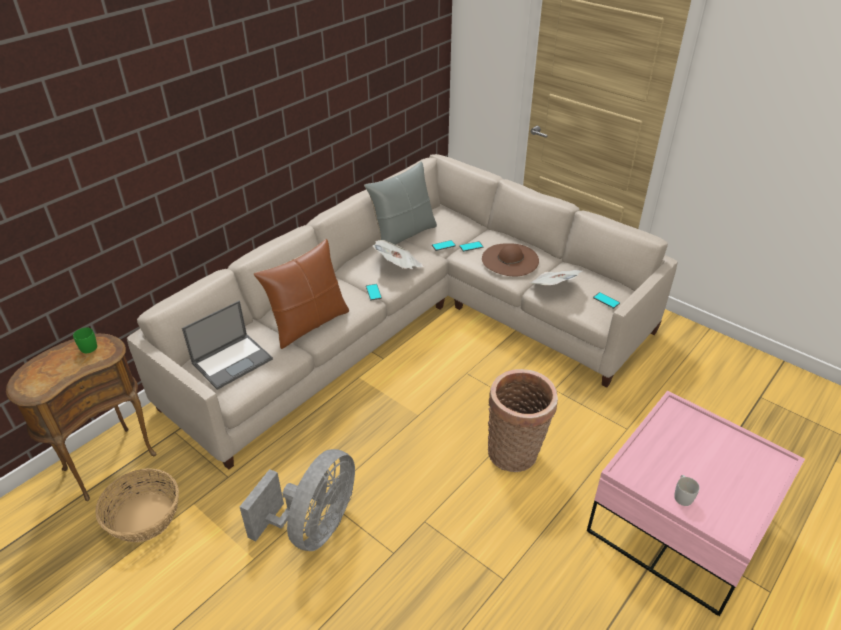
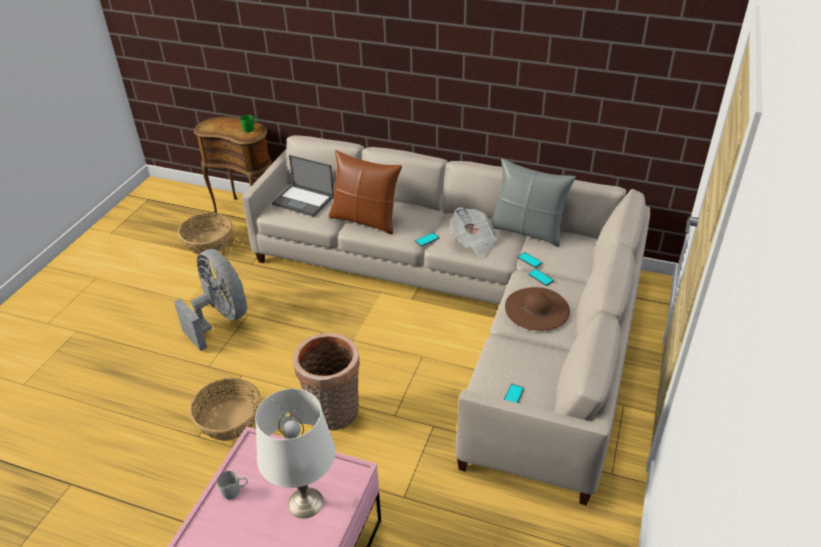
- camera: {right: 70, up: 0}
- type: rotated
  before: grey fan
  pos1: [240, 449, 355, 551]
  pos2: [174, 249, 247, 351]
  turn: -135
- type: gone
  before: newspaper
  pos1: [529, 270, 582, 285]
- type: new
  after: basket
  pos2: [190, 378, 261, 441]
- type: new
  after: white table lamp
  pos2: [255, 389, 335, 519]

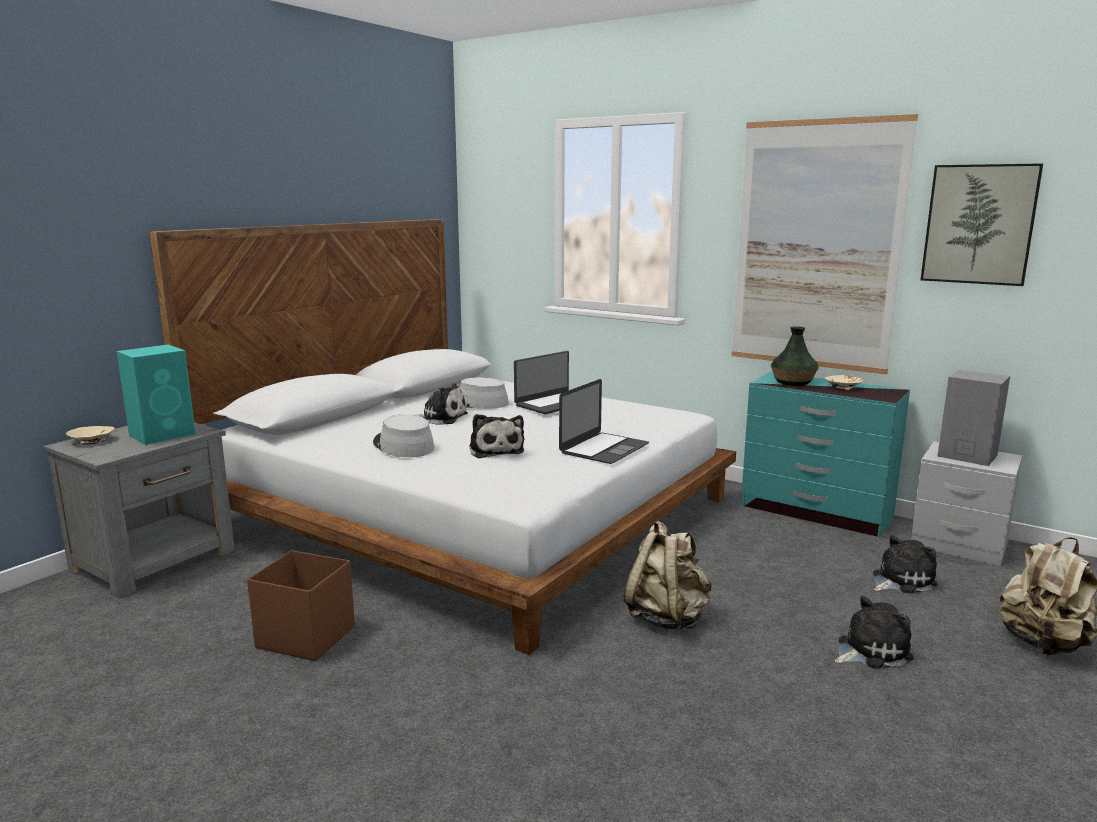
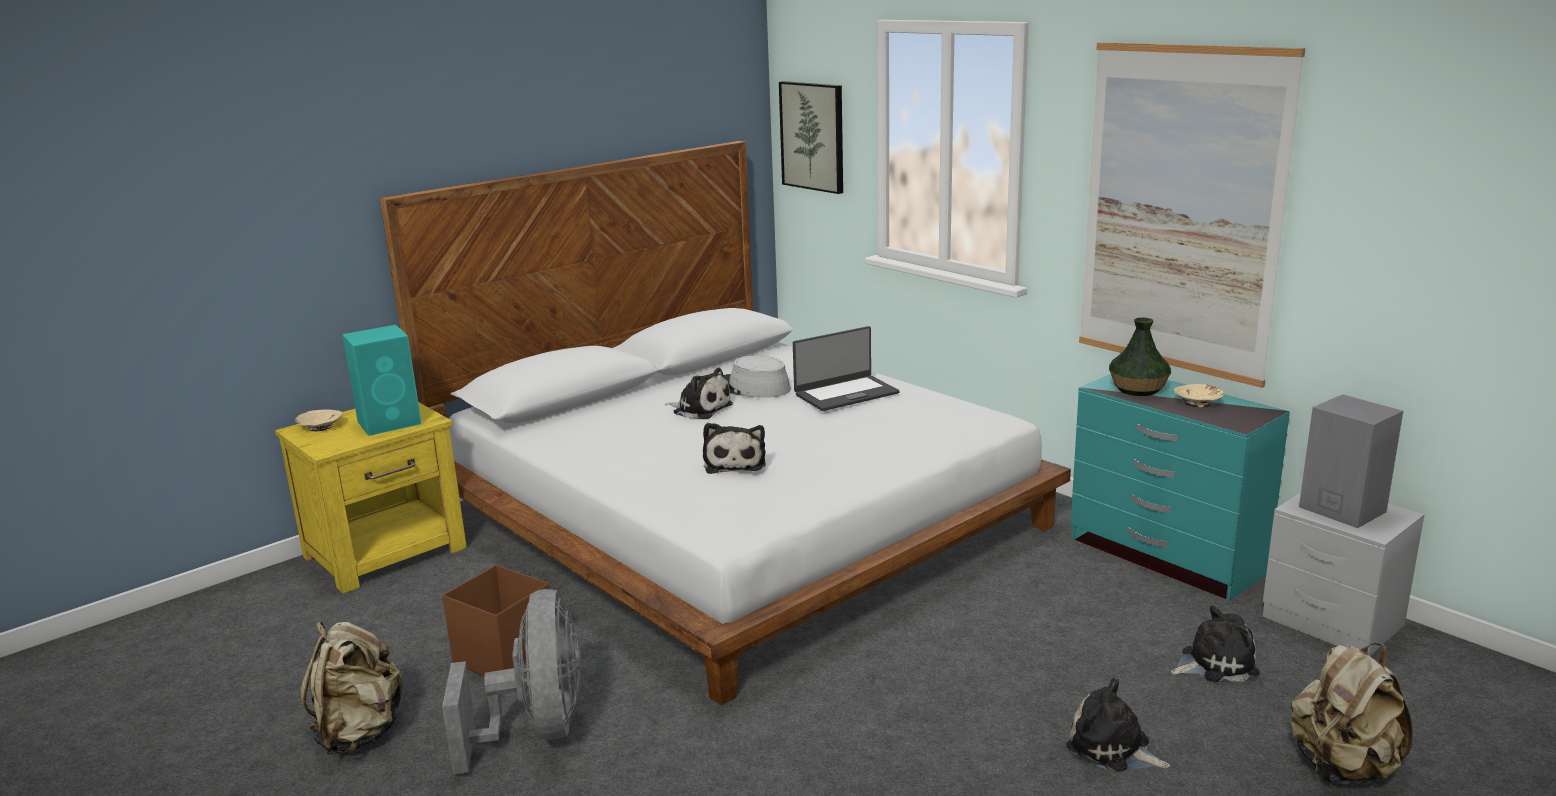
- camera: {right: 15, up: 5}
- type: repainted
  before: grey nightstand
  after: yellow nightstand
  pos1: [43, 422, 235, 598]
  pos2: [275, 402, 467, 594]
- type: gone
  before: grey hat
  pos1: [373, 415, 435, 457]
- type: gone
  before: laptop
  pos1: [559, 379, 649, 464]
- type: shifted
  before: beige backpack
  pos1: [623, 521, 712, 630]
  pos2: [300, 622, 407, 755]
- type: rotated
  before: plush toy
  pos1: [835, 596, 914, 668]
  pos2: [1066, 677, 1170, 772]
  turn: -135
- type: shifted
  before: picture
  pos1: [921, 163, 1043, 286]
  pos2: [779, 81, 843, 194]
- type: new
  after: grey fan
  pos2: [442, 589, 582, 774]

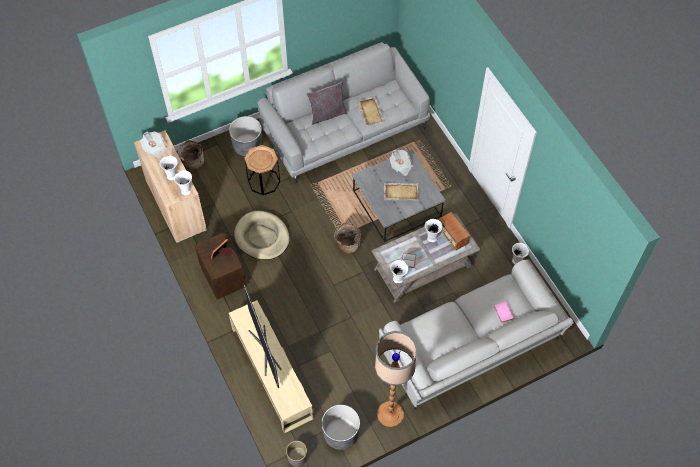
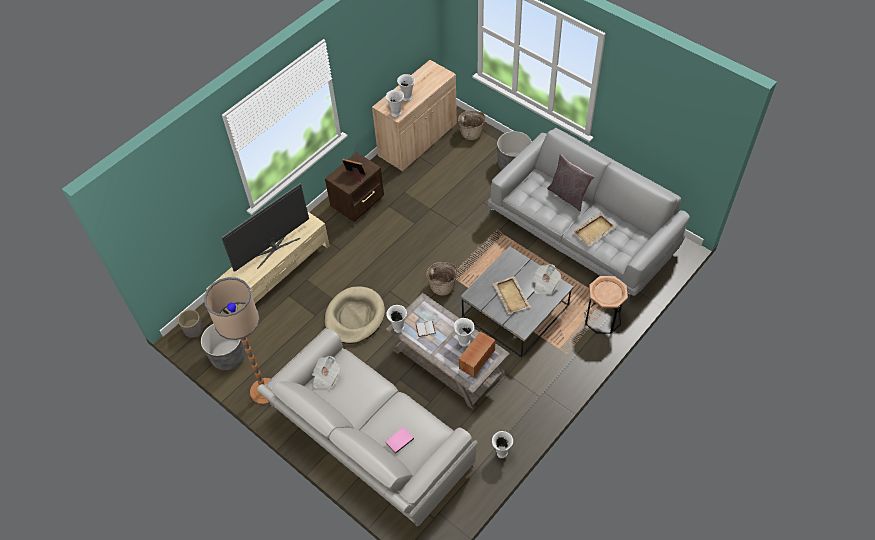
- camera: {right: 70, up: -5}
- type: shifted
  before: newspaper
  pos1: [140, 132, 167, 159]
  pos2: [312, 356, 340, 389]
- type: shifted
  before: beige dog bed
  pos1: [234, 211, 290, 260]
  pos2: [325, 286, 385, 344]
- type: shifted
  before: brown side table
  pos1: [245, 145, 280, 195]
  pos2: [584, 276, 628, 334]

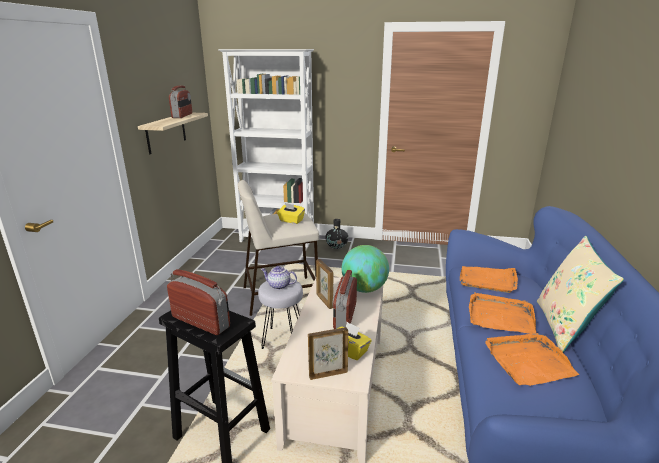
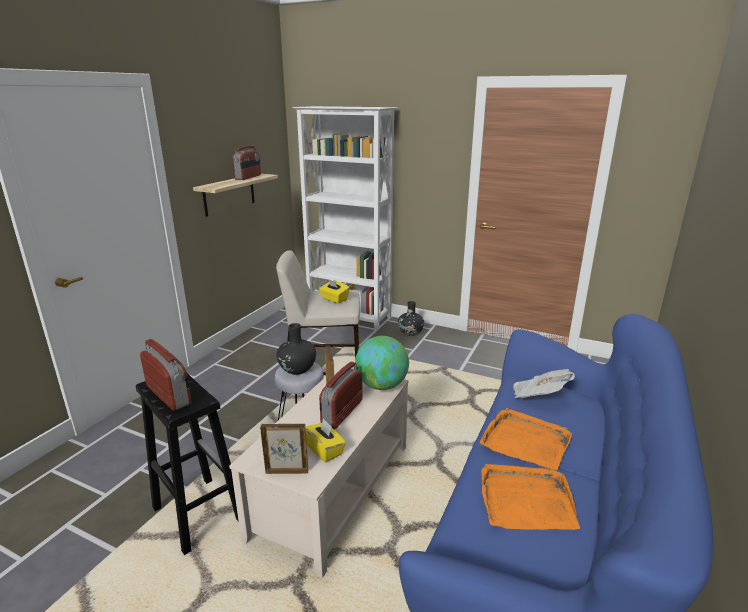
- camera: {right: 15, up: 0}
- type: swapped
  before: teapot
  after: black vase
  pos1: [261, 266, 297, 290]
  pos2: [277, 323, 316, 375]
- type: swapped
  before: orange tray
  after: newspaper
  pos1: [460, 266, 518, 293]
  pos2: [513, 369, 575, 398]
- type: gone
  before: beige pillow
  pos1: [537, 236, 624, 353]

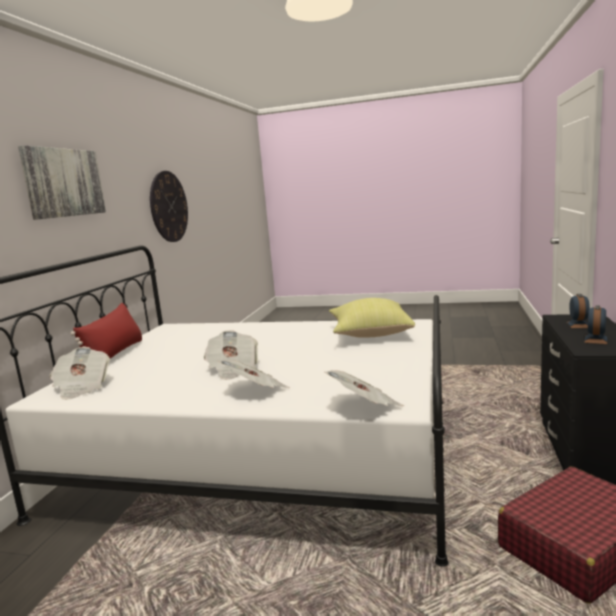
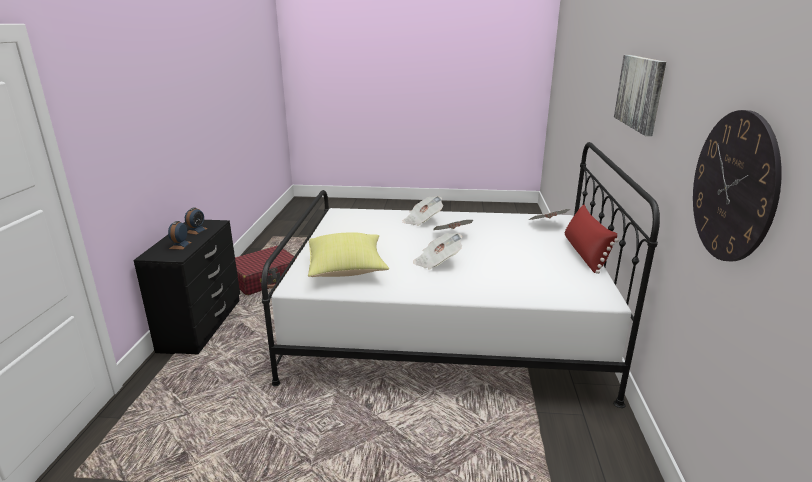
- camera: {right: 170, up: 10}
- type: shifted
  before: newspaper
  pos1: [325, 370, 404, 406]
  pos2: [413, 233, 463, 270]

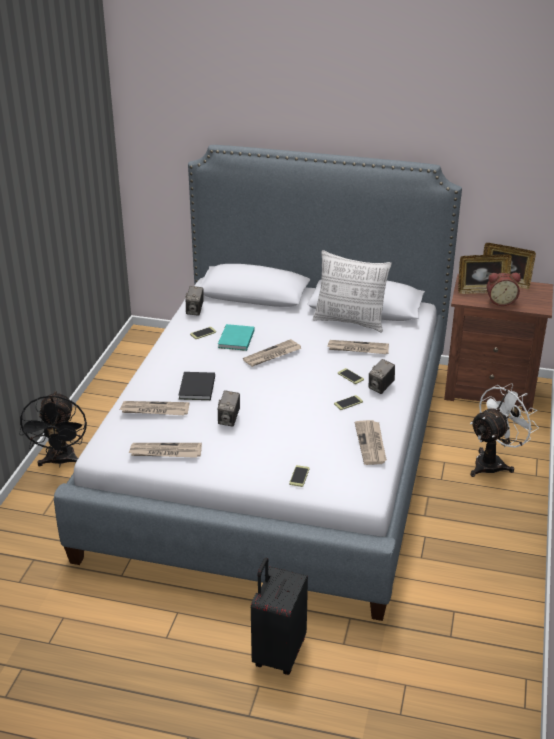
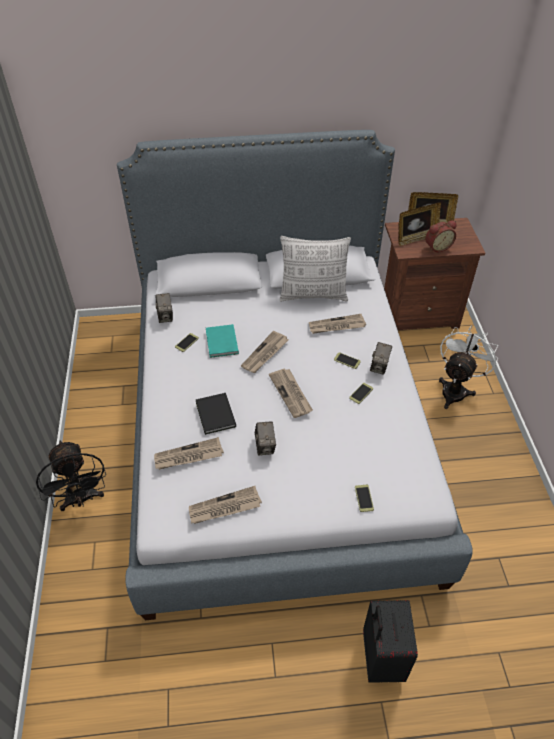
- camera: {right: -20, up: 15}
- type: shifted
  before: newspaper
  pos1: [355, 420, 387, 465]
  pos2: [269, 369, 313, 418]

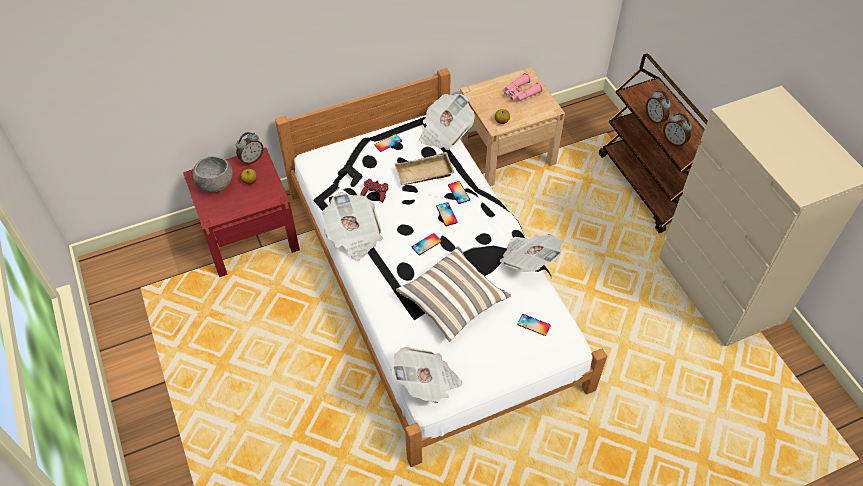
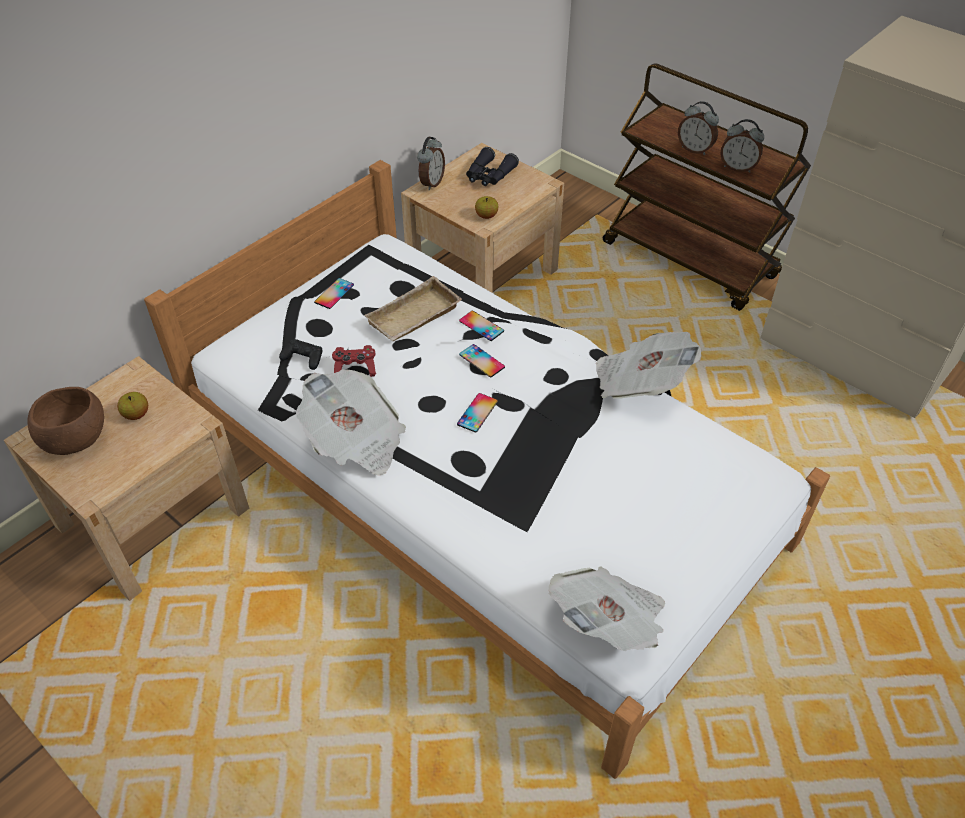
- camera: {right: -25, up: -5}
- type: repainted
  before: red nightstand
  after: beige nightstand
  pos1: [183, 147, 300, 277]
  pos2: [4, 356, 249, 601]
- type: repainted
  before: grey bowl
  after: brown bowl
  pos1: [193, 156, 232, 193]
  pos2: [27, 387, 104, 455]
- type: shifted
  before: alarm clock
  pos1: [236, 132, 264, 165]
  pos2: [417, 137, 445, 191]
- type: gone
  before: pillow
  pos1: [396, 246, 511, 342]
- type: gone
  before: newspaper
  pos1: [419, 94, 475, 150]
- type: repainted
  before: pink binoculars
  after: black binoculars
  pos1: [504, 73, 543, 101]
  pos2: [466, 147, 519, 186]
- type: gone
  before: phone
  pos1: [518, 314, 551, 336]

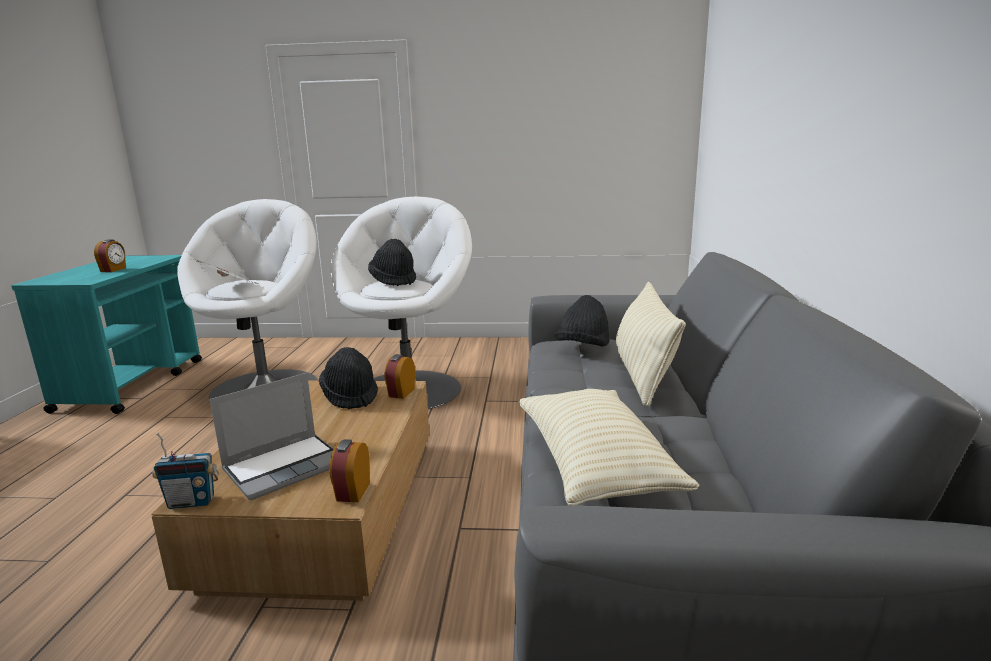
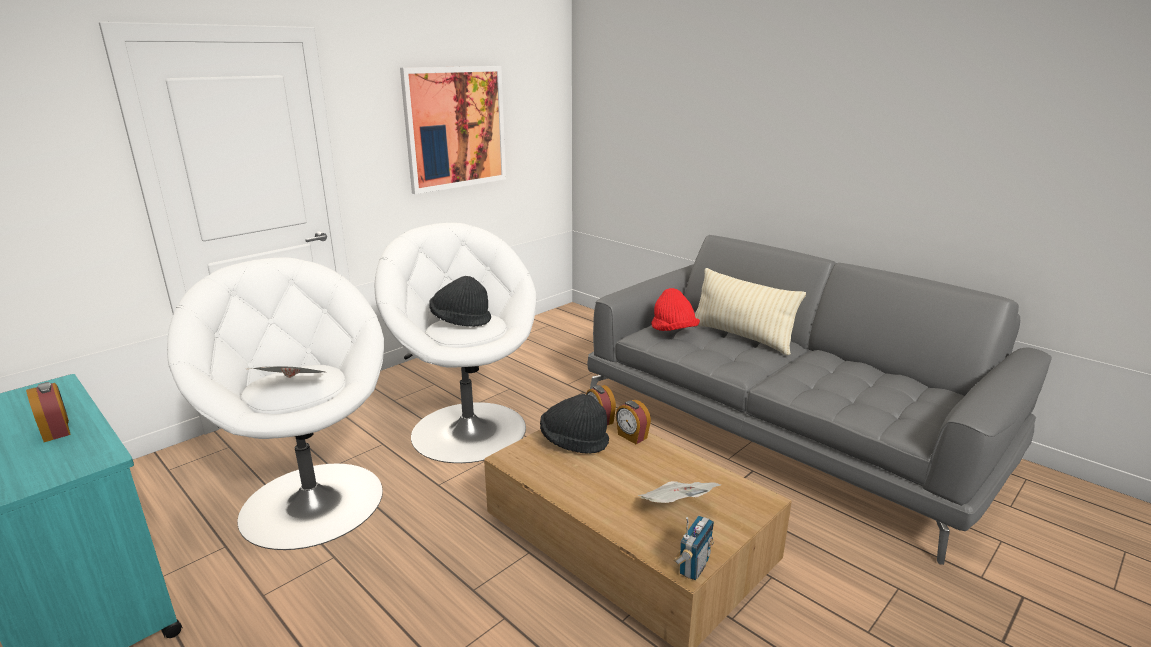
- camera: {right: -50, up: 5}
- type: swapped
  before: laptop
  after: newspaper
  pos1: [210, 373, 334, 500]
  pos2: [638, 481, 720, 503]
- type: shifted
  before: alarm clock
  pos1: [329, 439, 370, 502]
  pos2: [616, 400, 651, 444]
- type: gone
  before: beige pillow
  pos1: [519, 389, 699, 506]
- type: repainted
  before: black hat
  after: red hat
  pos1: [555, 295, 610, 346]
  pos2: [652, 288, 700, 331]
- type: new
  after: picture
  pos2: [400, 66, 506, 194]

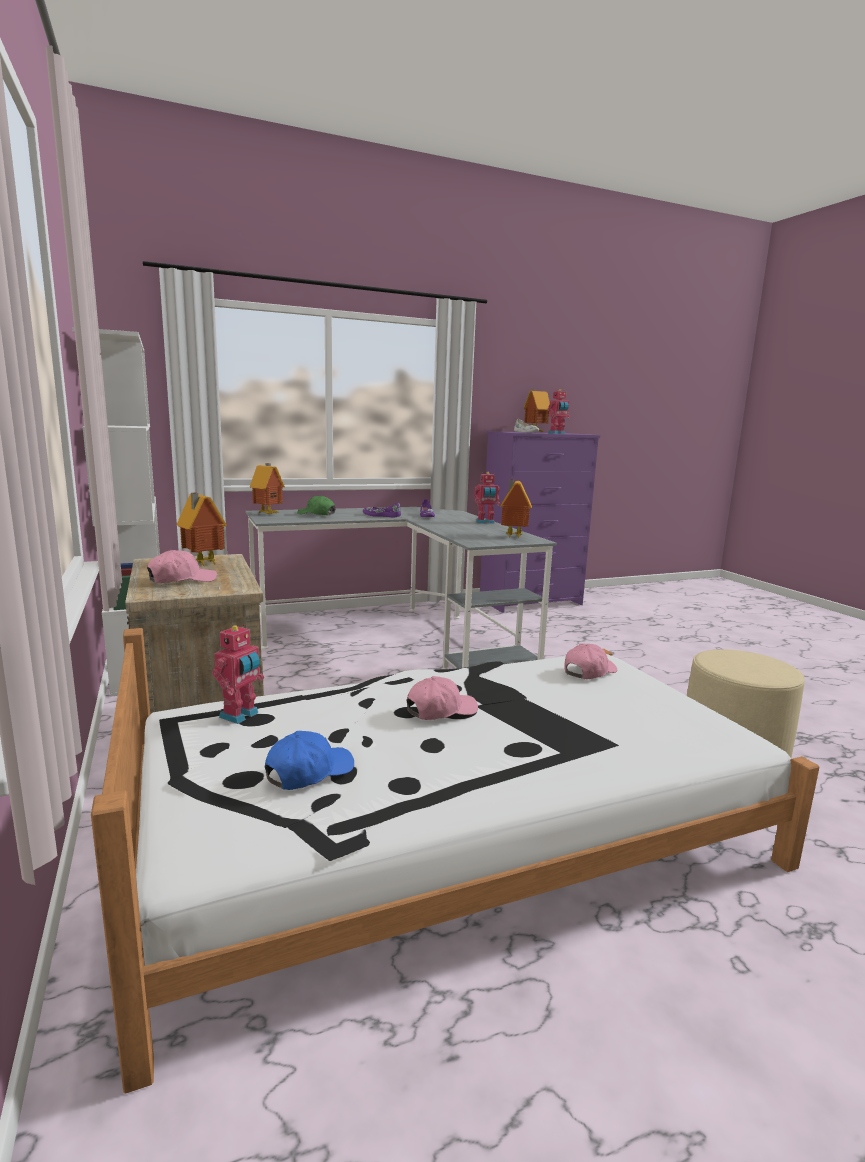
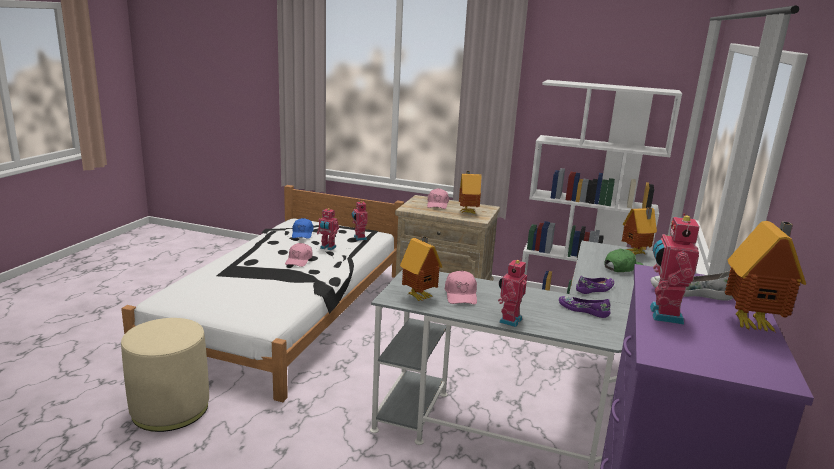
- camera: {right: 130, up: 5}
- type: shifted
  before: pink cap
  pos1: [564, 643, 617, 679]
  pos2: [444, 271, 477, 304]
- type: new
  after: toy robot
  pos2: [317, 208, 339, 250]

